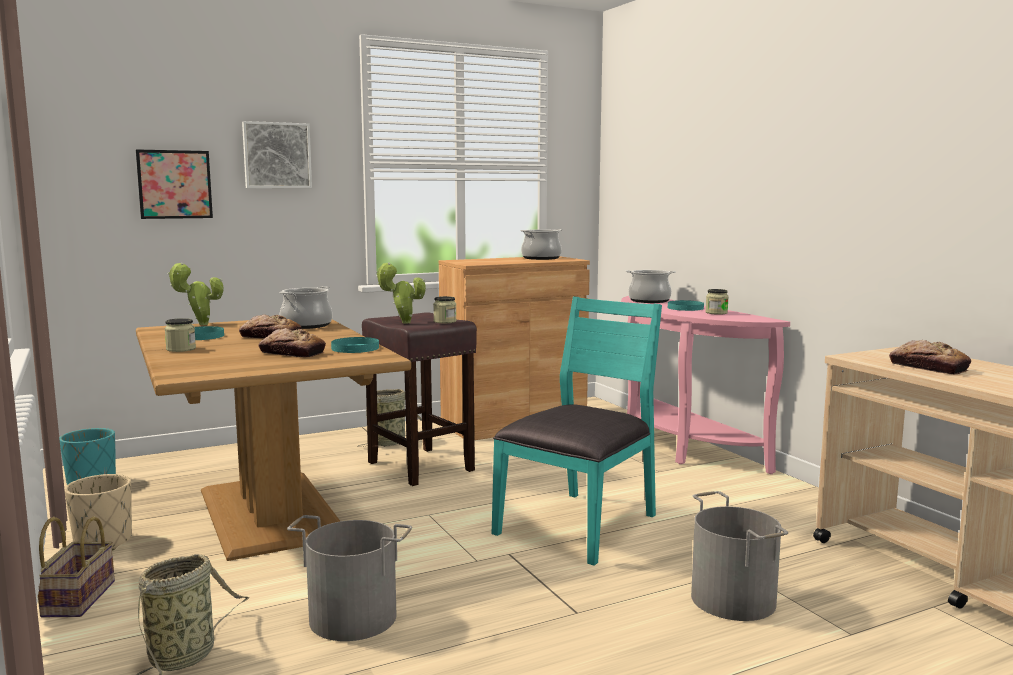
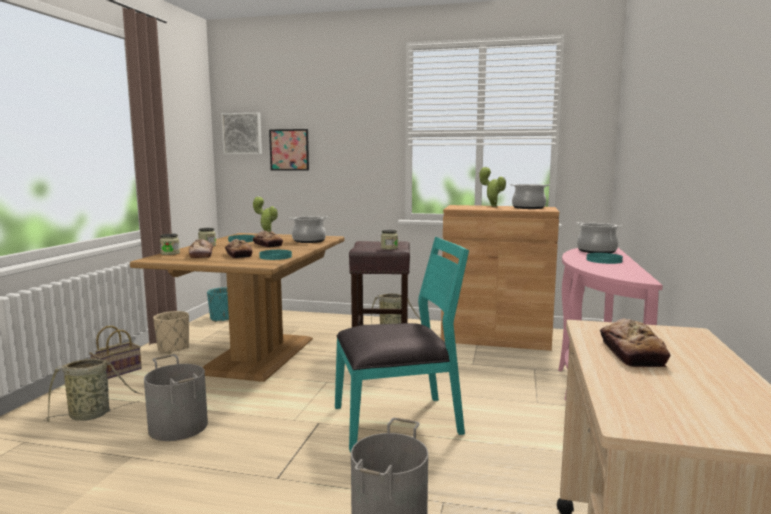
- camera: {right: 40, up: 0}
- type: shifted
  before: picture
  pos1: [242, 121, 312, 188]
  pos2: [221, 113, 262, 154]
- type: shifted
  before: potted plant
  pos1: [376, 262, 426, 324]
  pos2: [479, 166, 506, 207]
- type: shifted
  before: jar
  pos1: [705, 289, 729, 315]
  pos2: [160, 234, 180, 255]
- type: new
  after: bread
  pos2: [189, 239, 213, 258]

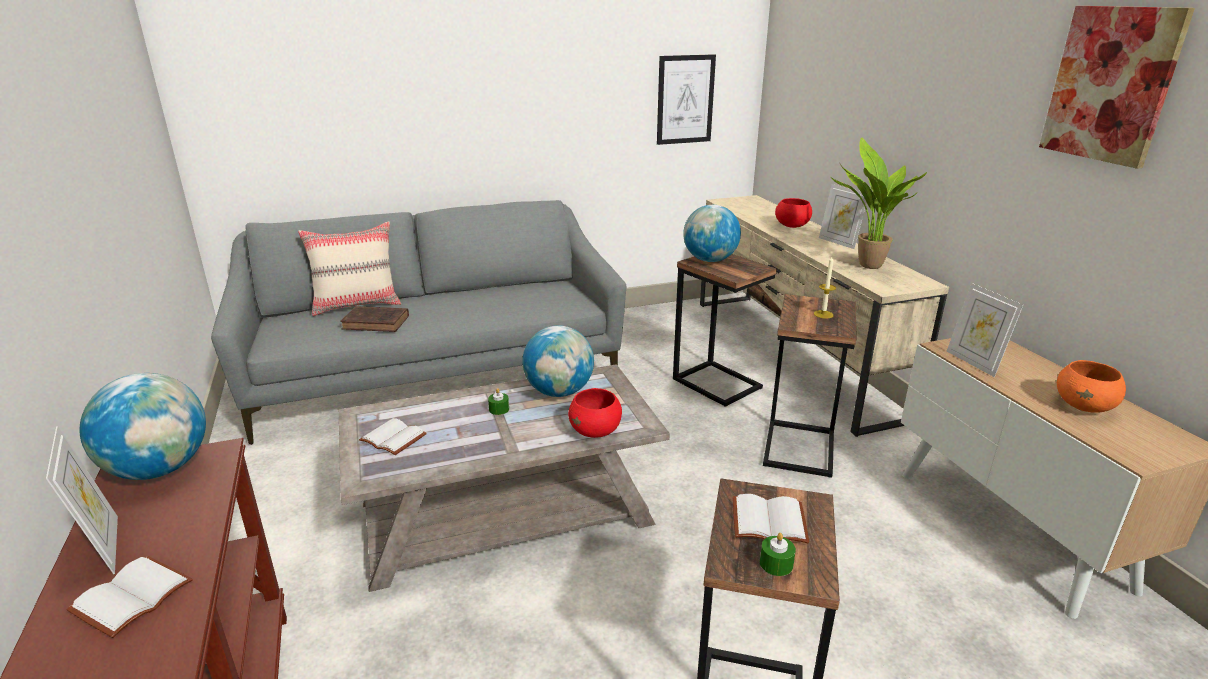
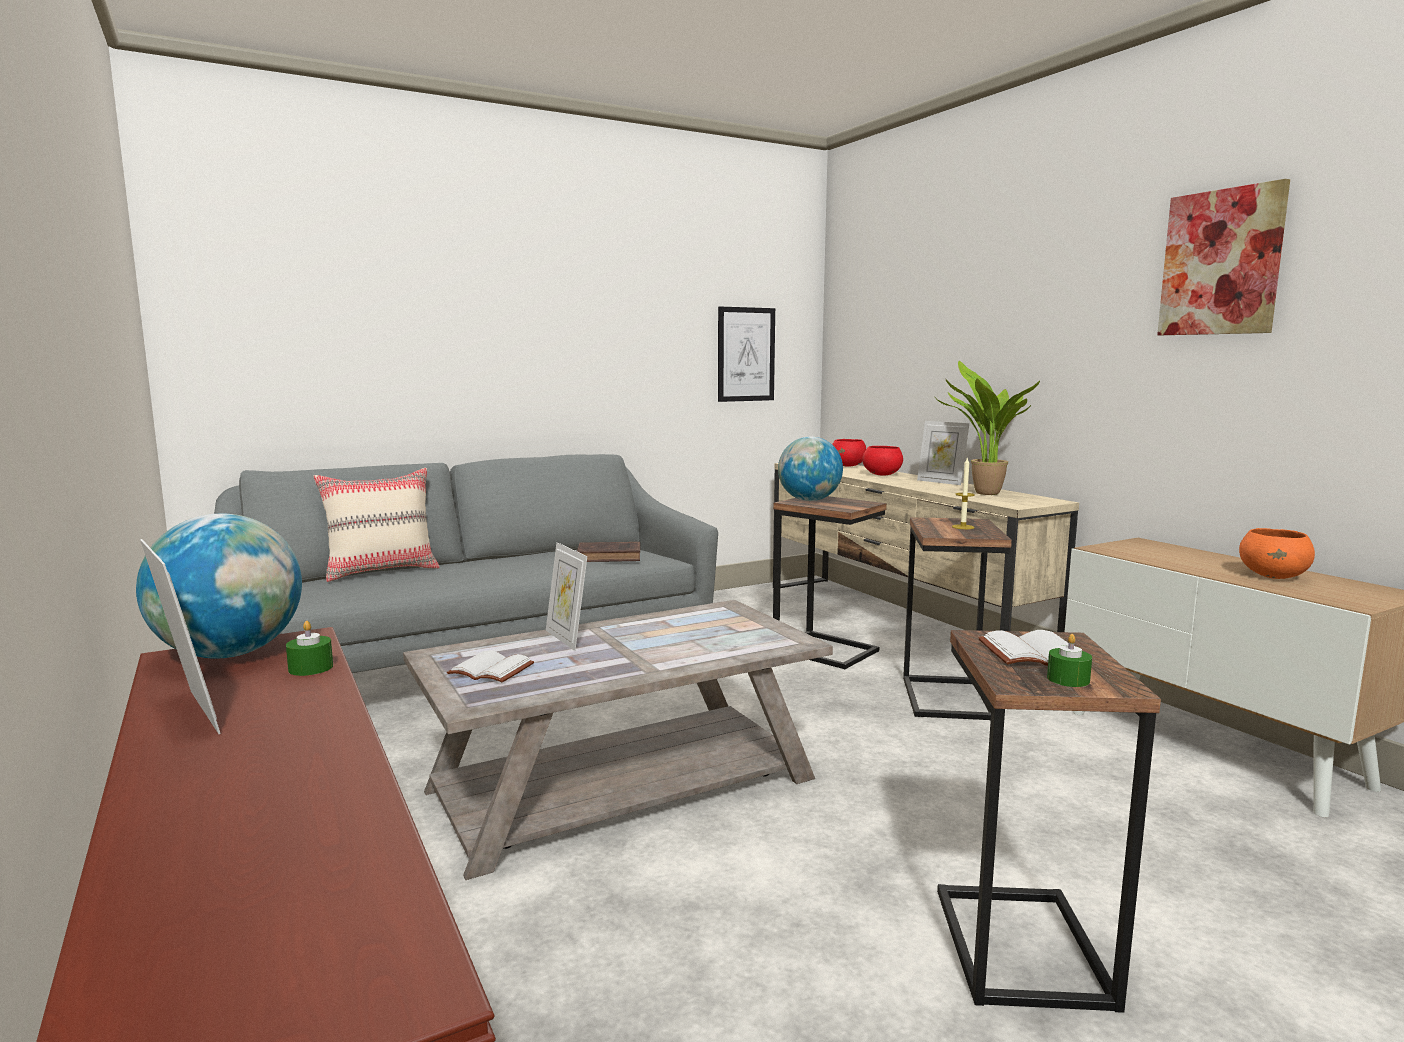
- camera: {right: -10, up: -15}
- type: gone
  before: white book
  pos1: [67, 556, 193, 638]
- type: shifted
  before: brown book
  pos1: [340, 306, 409, 332]
  pos2: [577, 542, 640, 562]
- type: shifted
  before: green candle
  pos1: [488, 388, 509, 415]
  pos2: [286, 621, 333, 676]
- type: gone
  before: globe
  pos1: [522, 325, 594, 397]
- type: shifted
  before: red bowl
  pos1: [568, 388, 622, 438]
  pos2: [832, 439, 866, 467]
- type: shifted
  before: picture frame
  pos1: [947, 283, 1023, 377]
  pos2: [546, 542, 587, 651]

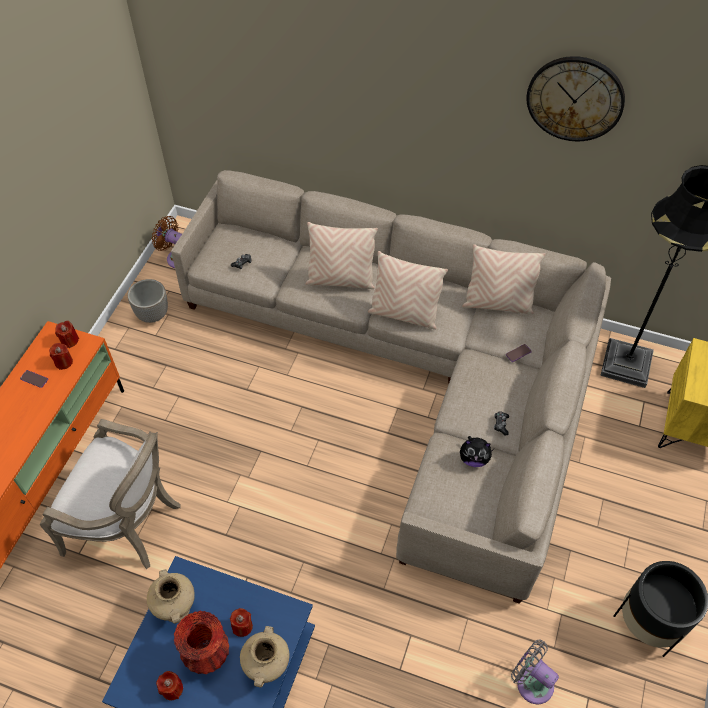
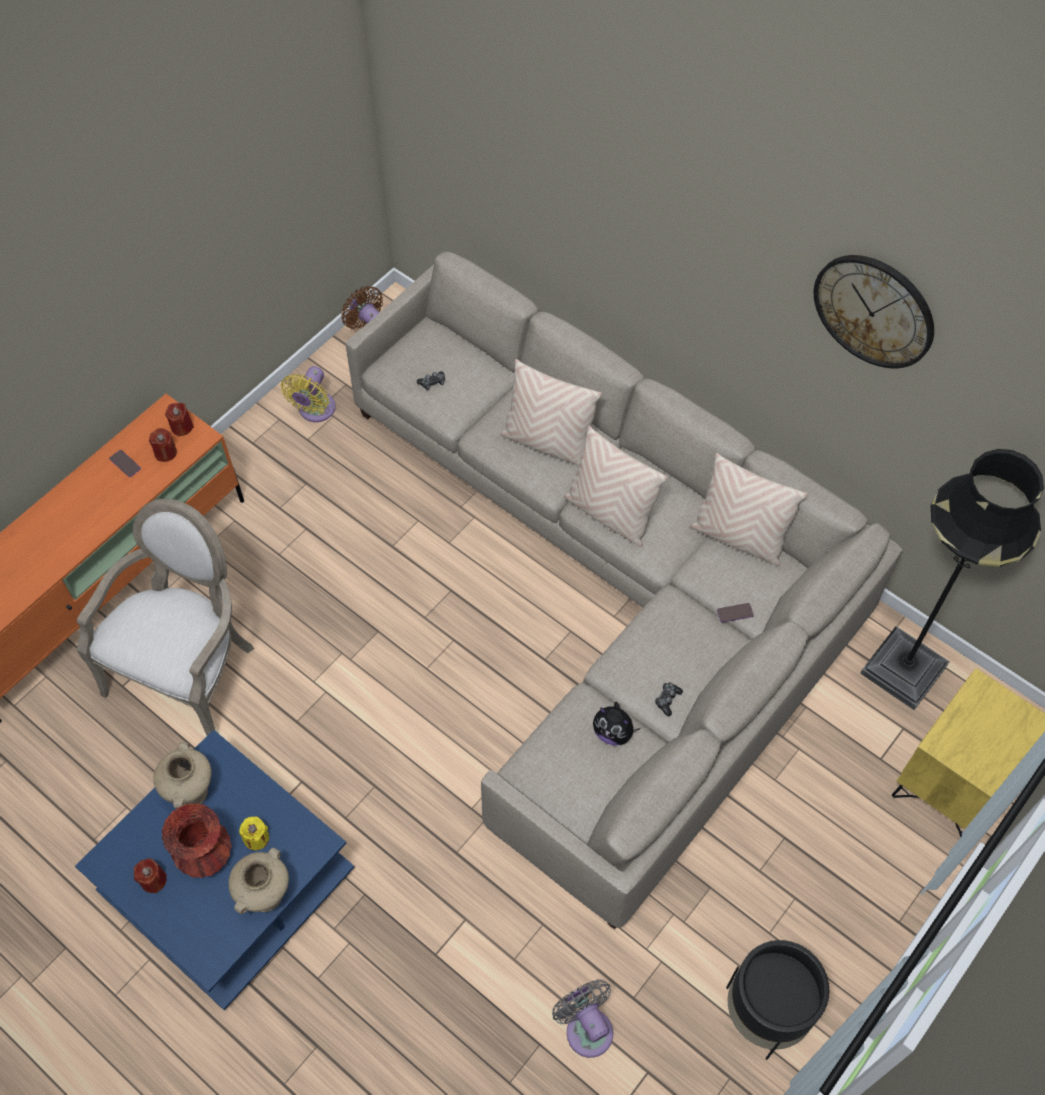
- camera: {right: 20, up: 5}
- type: rotated
  before: armchair
  pos1: [40, 419, 181, 569]
  pos2: [76, 499, 254, 735]
  turn: -105
- type: swapped
  before: planter
  after: yellow fan
  pos1: [128, 279, 168, 323]
  pos2: [281, 366, 336, 422]
- type: repainted
  before: red candle
  after: yellow candle
  pos1: [230, 608, 253, 637]
  pos2: [239, 817, 269, 850]

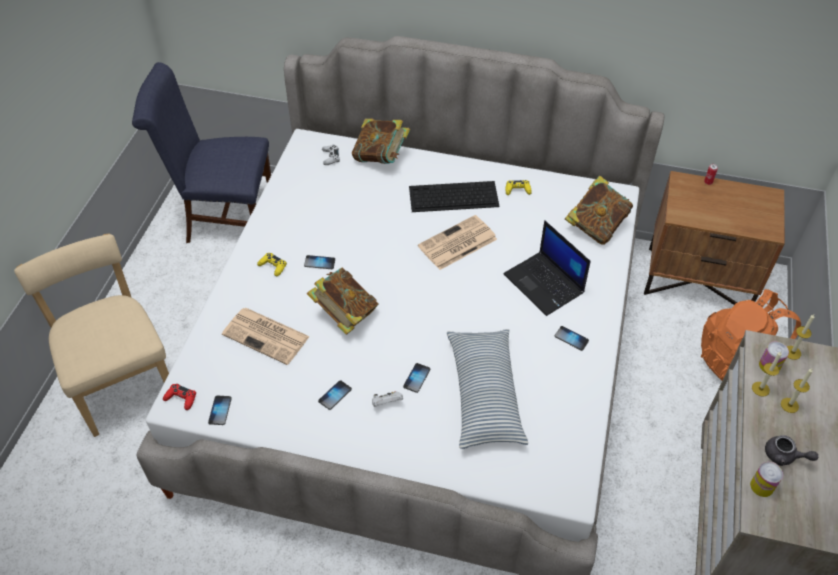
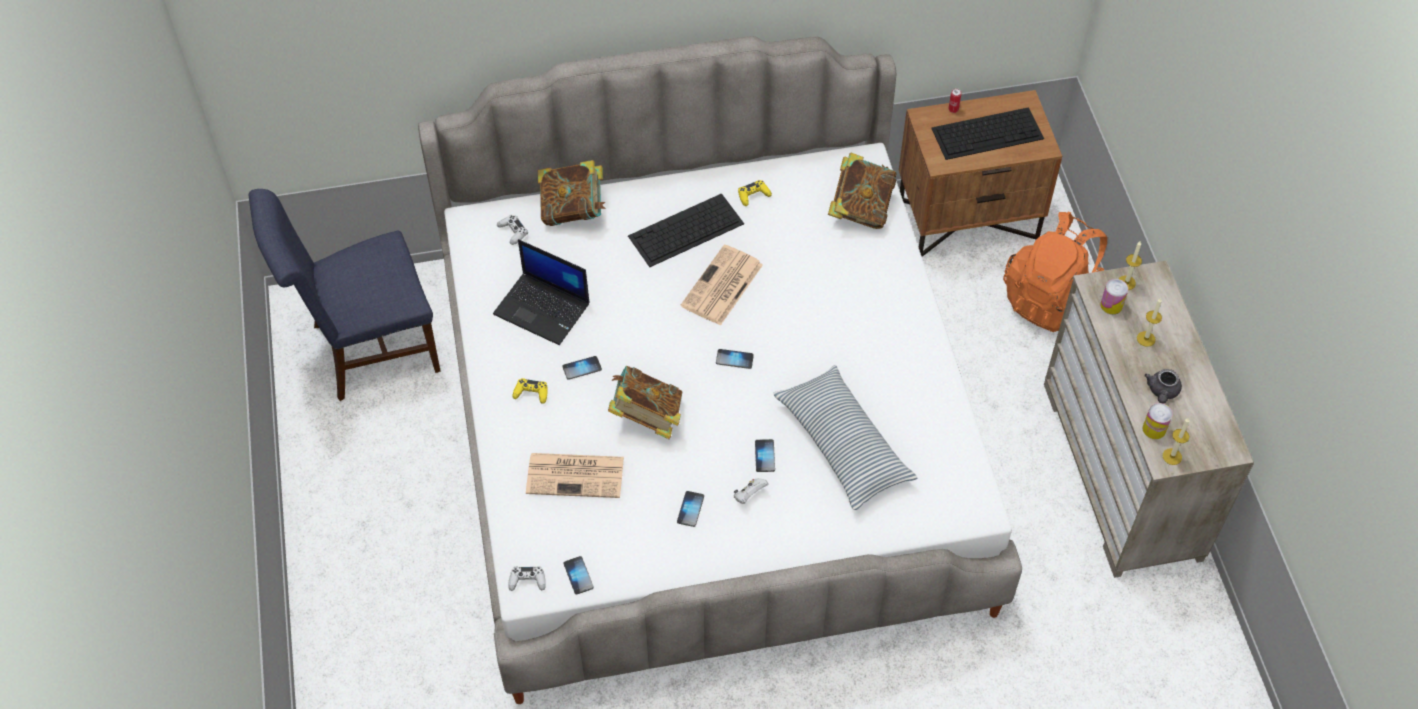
- camera: {right: -25, up: 5}
- type: gone
  before: beige chair
  pos1: [14, 234, 169, 437]
- type: repainted
  before: red game controller
  after: white game controller
  pos1: [163, 384, 196, 410]
  pos2: [508, 566, 546, 591]
- type: shifted
  before: laptop
  pos1: [503, 220, 591, 316]
  pos2: [493, 239, 590, 345]
- type: shifted
  before: phone
  pos1: [555, 326, 589, 351]
  pos2: [716, 349, 754, 369]
- type: shifted
  before: candle
  pos1: [752, 352, 782, 396]
  pos2: [1163, 418, 1190, 465]
- type: rotated
  before: grey teapot
  pos1: [765, 435, 818, 466]
  pos2: [1144, 369, 1182, 404]
  turn: 105
- type: new
  after: keyboard
  pos2: [931, 107, 1044, 160]

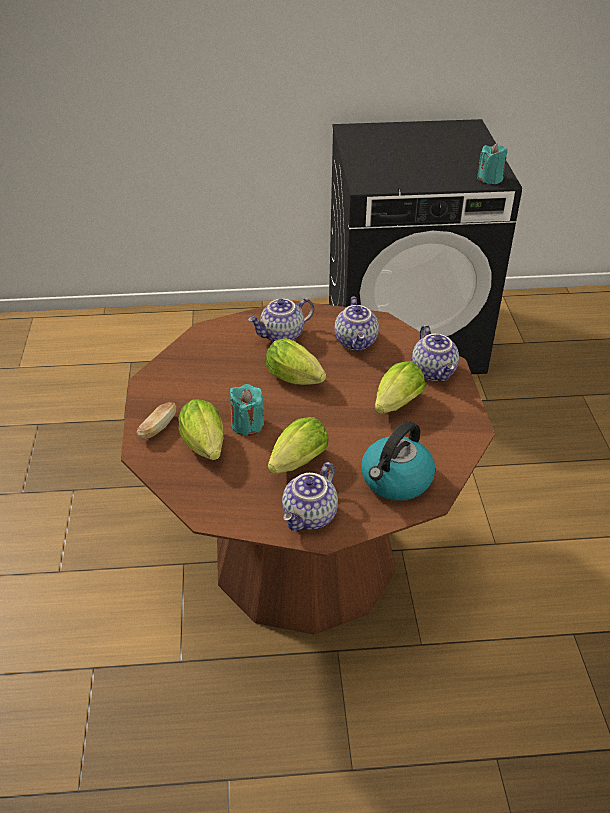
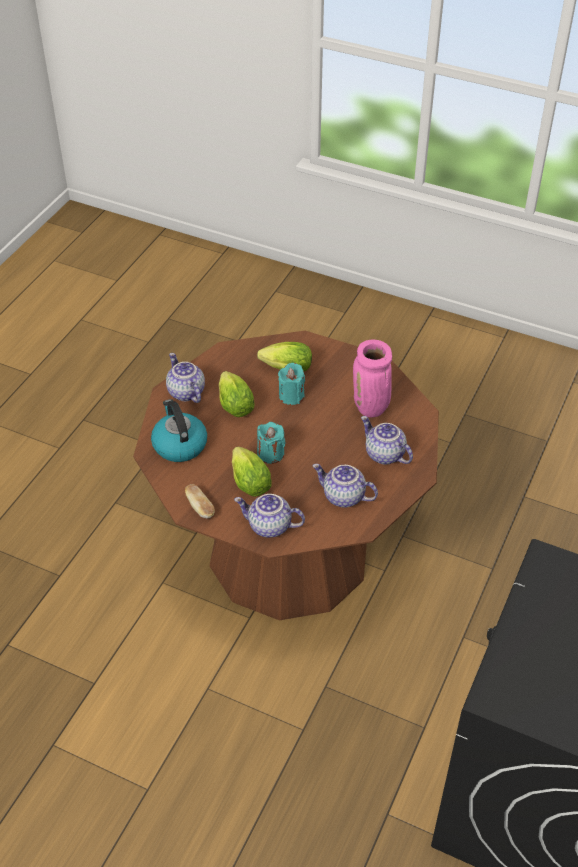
- camera: {right: 120, up: 5}
- type: shifted
  before: bread
  pos1: [137, 402, 176, 438]
  pos2: [185, 484, 215, 518]
- type: rotated
  before: teapot
  pos1: [248, 298, 314, 342]
  pos2: [361, 416, 413, 464]
  turn: -45
- type: gone
  before: lettuce
  pos1: [266, 338, 326, 385]
- type: shifted
  before: turquoise candle
  pos1: [477, 143, 508, 184]
  pos2: [257, 422, 285, 464]
- type: new
  after: pink vase
  pos2: [353, 340, 392, 417]

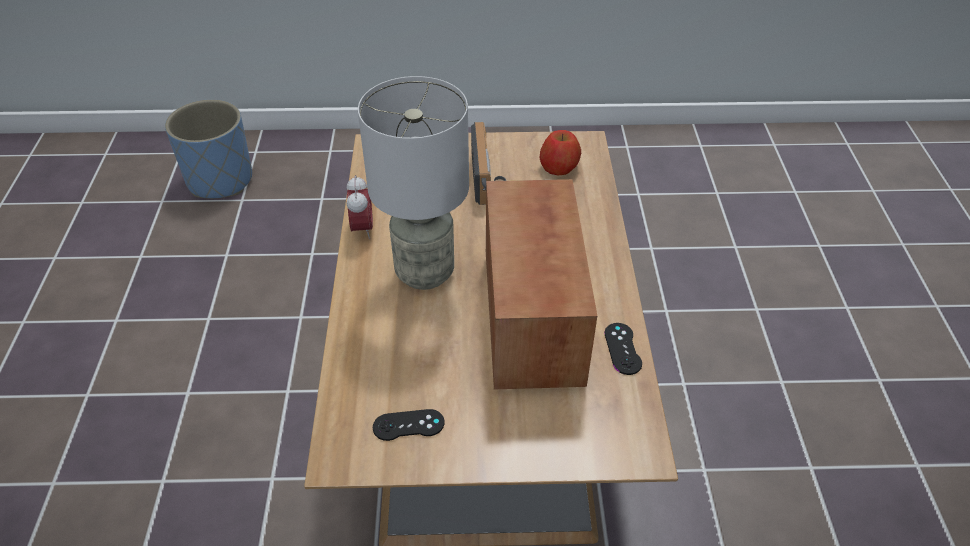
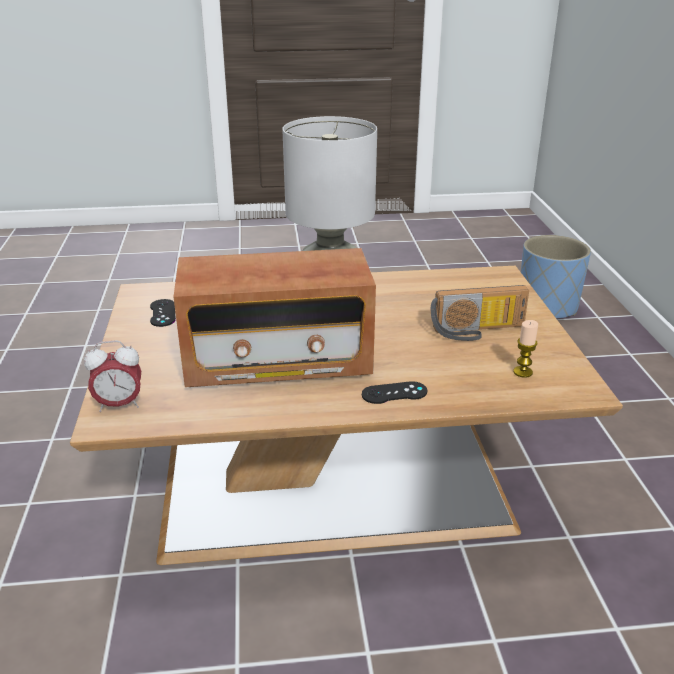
- camera: {right: 85, up: -15}
- type: shifted
  before: alarm clock
  pos1: [346, 175, 373, 239]
  pos2: [84, 340, 141, 412]
- type: swapped
  before: apple
  after: candle
  pos1: [540, 130, 581, 176]
  pos2: [513, 320, 538, 378]
- type: shifted
  before: black game controller
  pos1: [604, 323, 642, 375]
  pos2: [362, 381, 428, 404]

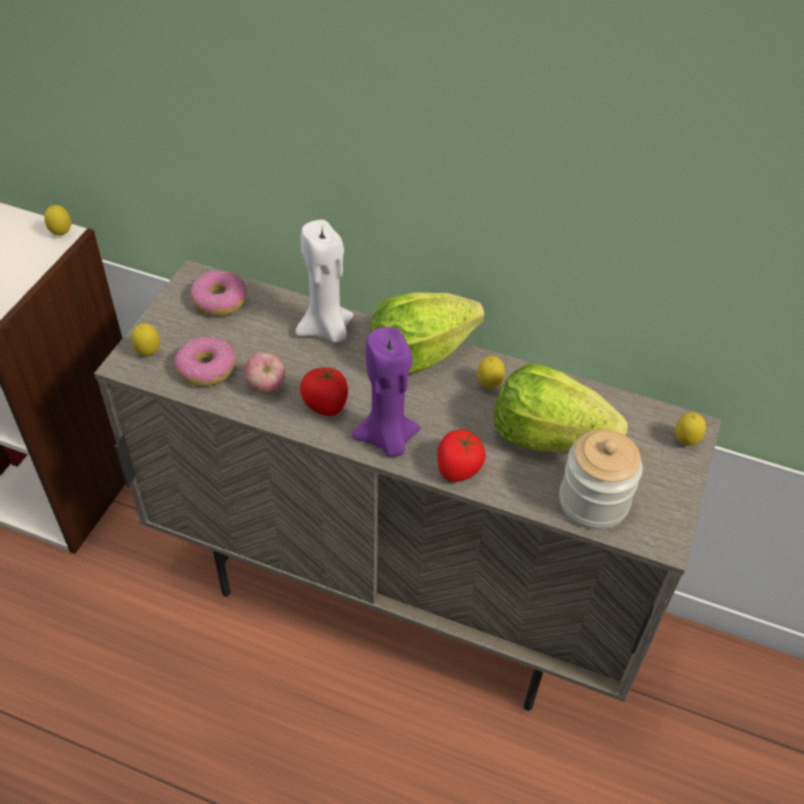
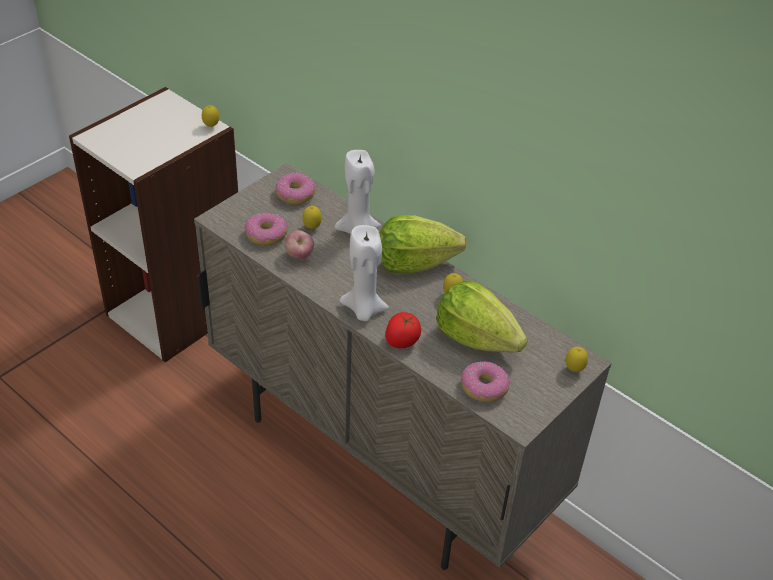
- camera: {right: 20, up: -5}
- type: shifted
  before: lemon
  pos1: [131, 323, 160, 356]
  pos2: [302, 206, 322, 229]
- type: gone
  before: tomato
  pos1: [300, 366, 348, 416]
- type: repainted
  before: purple candle
  after: white candle
  pos1: [352, 327, 421, 456]
  pos2: [340, 225, 389, 321]
- type: swapped
  before: jar
  after: donut
  pos1: [559, 429, 643, 530]
  pos2: [462, 361, 510, 402]

